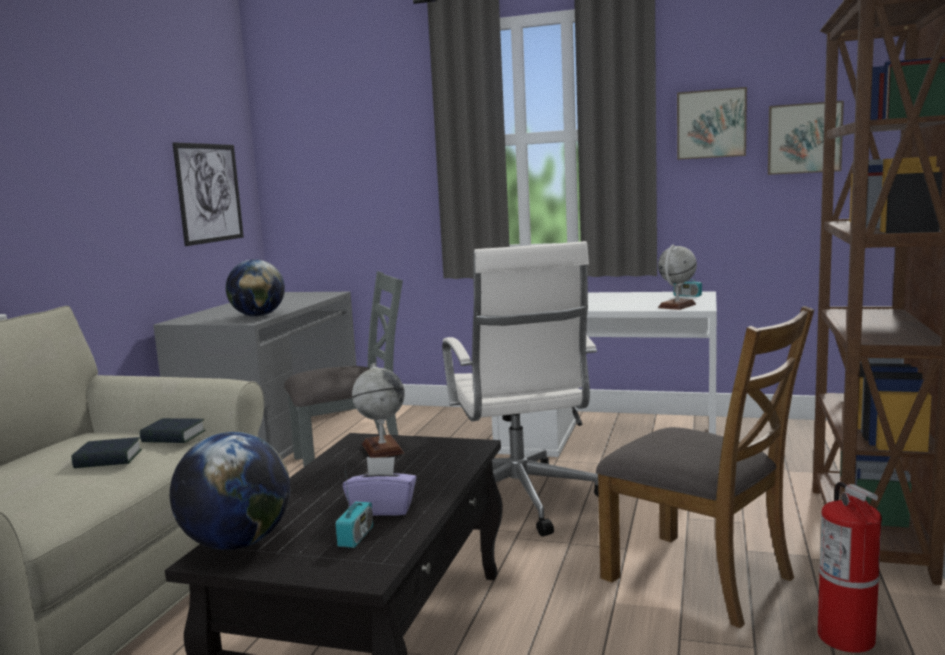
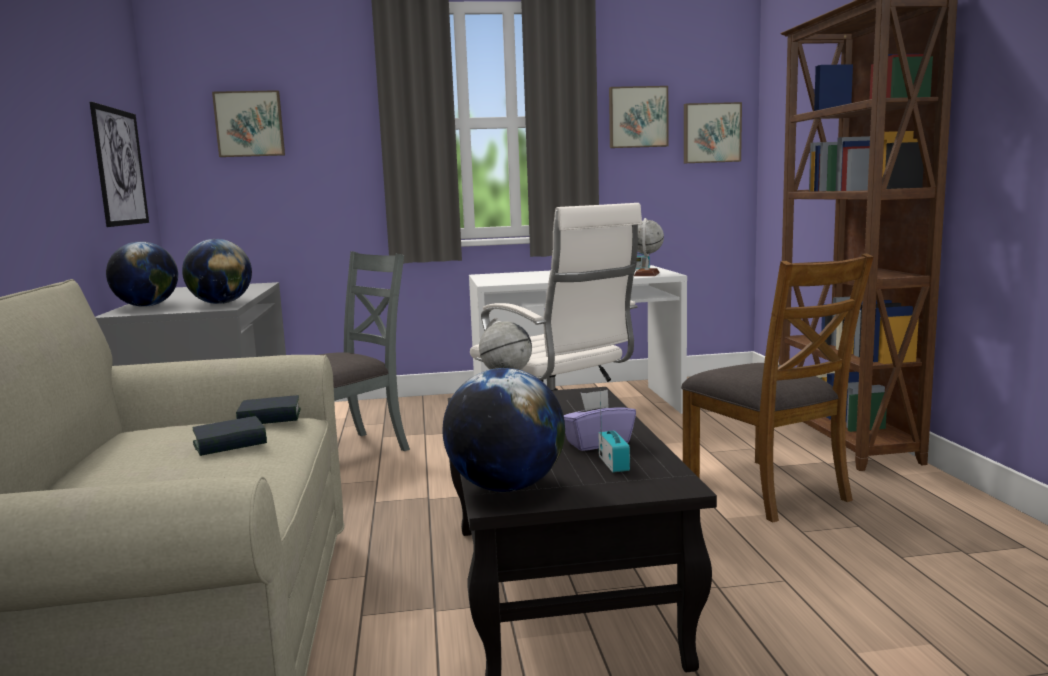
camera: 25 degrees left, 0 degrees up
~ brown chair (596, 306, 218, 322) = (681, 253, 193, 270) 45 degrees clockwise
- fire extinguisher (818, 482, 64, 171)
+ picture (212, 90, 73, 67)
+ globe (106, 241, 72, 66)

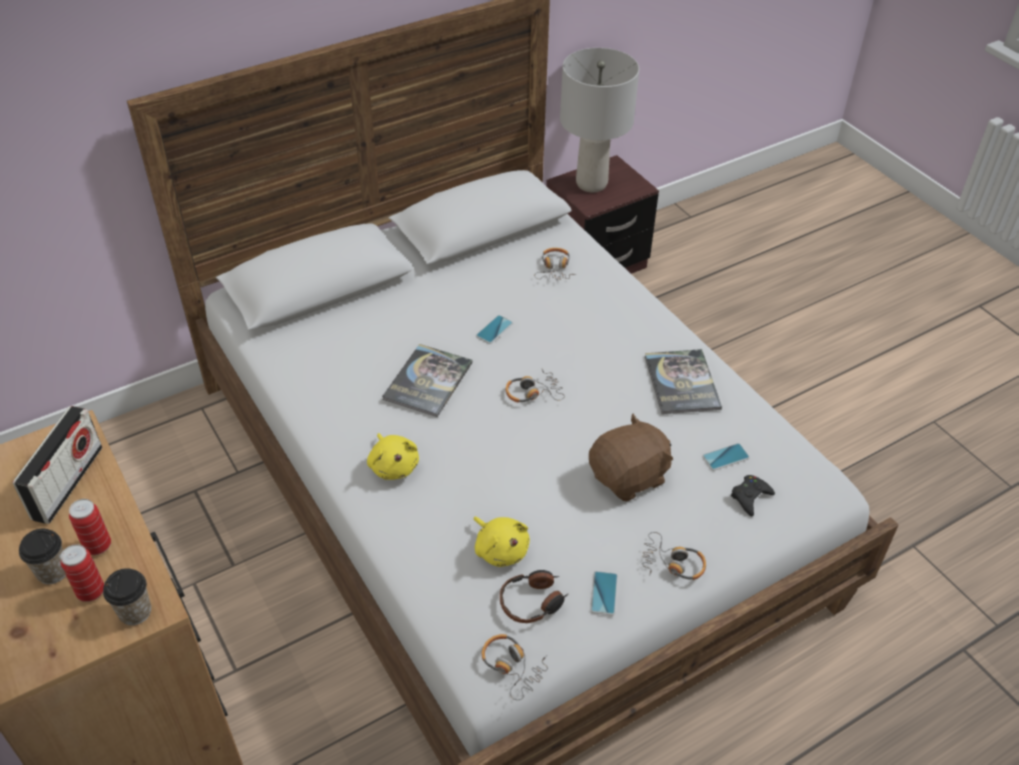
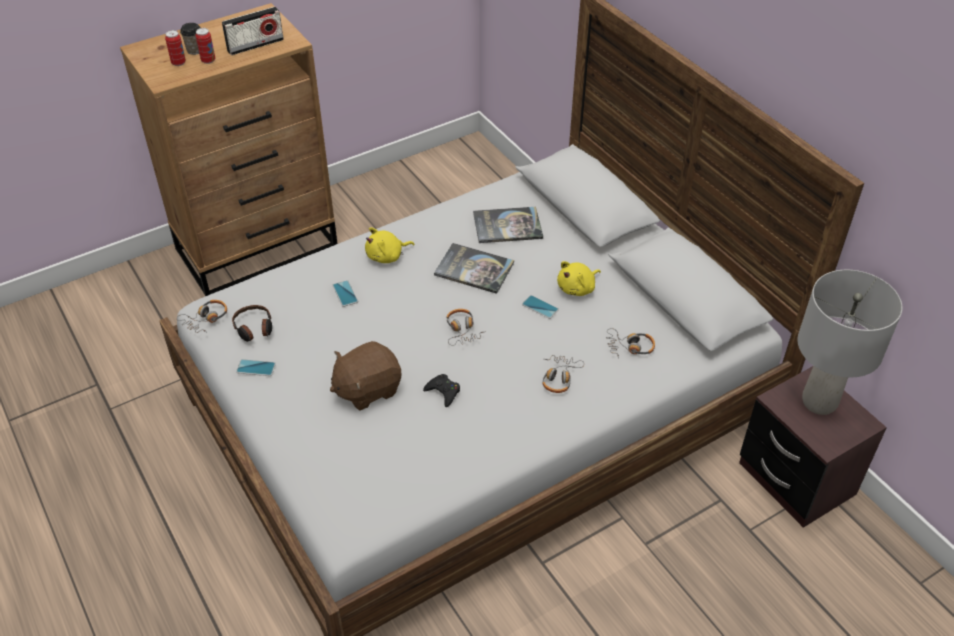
camera: 90 degrees right, 0 degrees up
~ book (645, 349, 77, 65) to (473, 207, 70, 36)
~ radio (12, 406, 90, 118) = (222, 7, 62, 48) 45 degrees counterclockwise
~ brown plush toy (589, 414, 84, 88) = (330, 341, 71, 69) 90 degrees clockwise
~ phone (702, 443, 48, 28) to (332, 280, 26, 27)
~ black game controller (731, 475, 44, 41) to (423, 374, 37, 33)
~ yellow plush toy (474, 516, 56, 51) to (557, 261, 44, 35)
~ headphones (642, 532, 64, 48) to (542, 355, 42, 38)
- cup (103, 568, 48, 57)

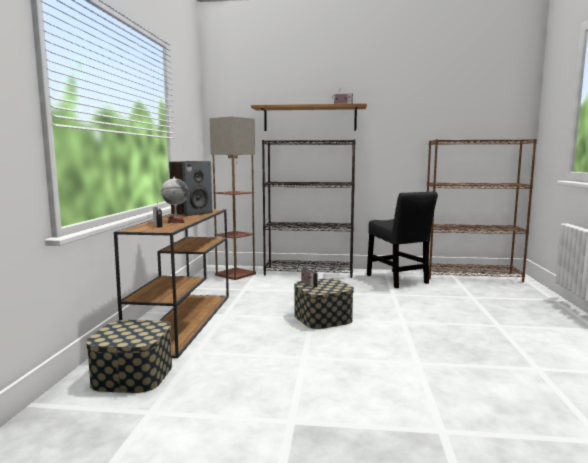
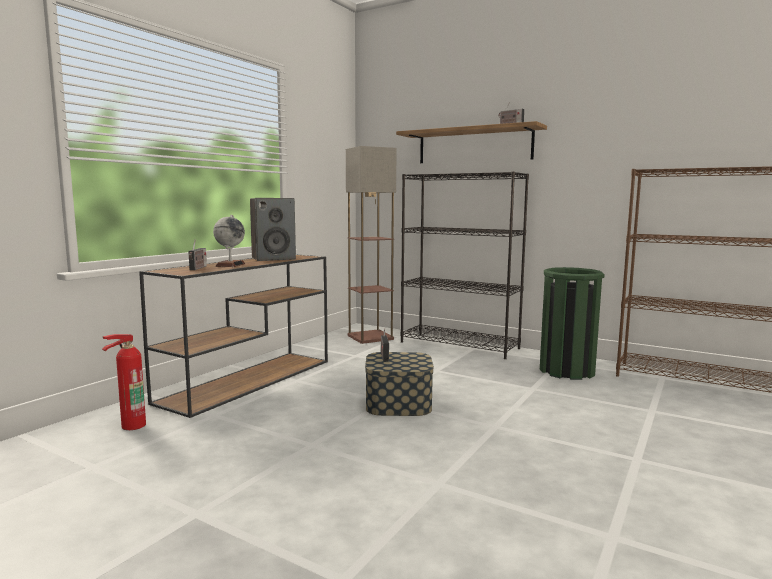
camera: 25 degrees right, 0 degrees up
~ black chair (367, 191, 71, 97) to green trash can (540, 267, 65, 113)
~ storage box (86, 320, 86, 73) to fire extinguisher (102, 334, 44, 96)

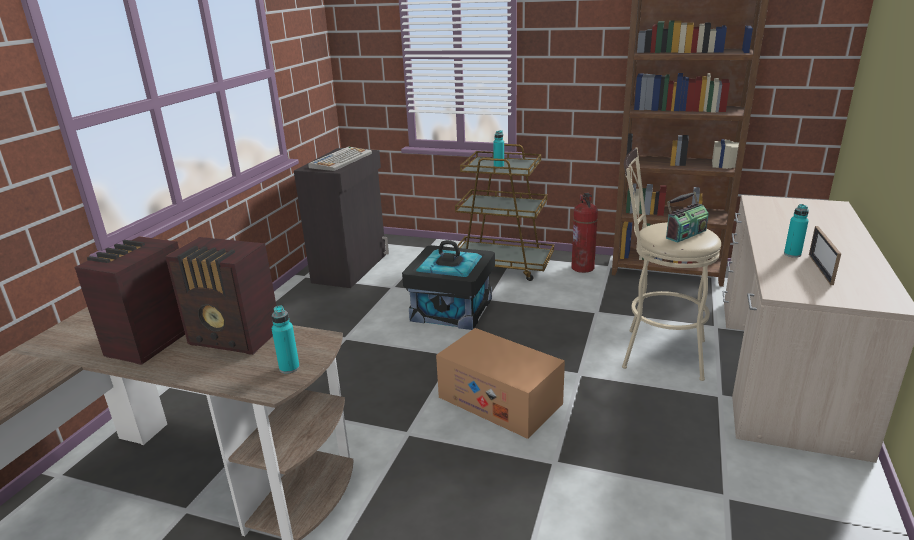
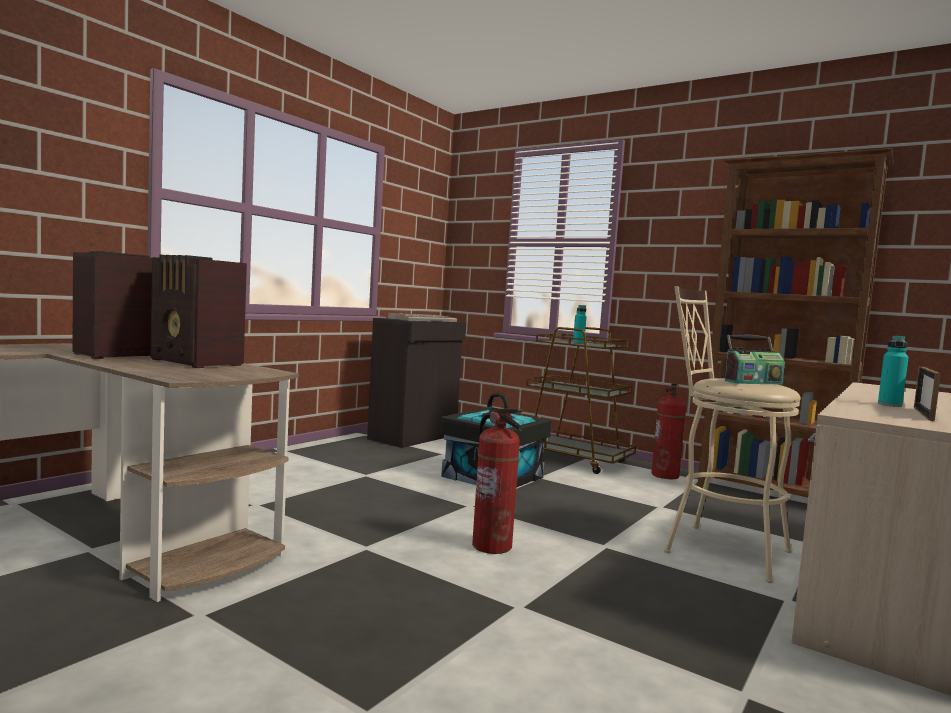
camera: 15 degrees right, 20 degrees down
- turquoise bottle (272, 306, 28, 68)
~ cardboard box (436, 328, 129, 111) to fire extinguisher (472, 408, 51, 146)

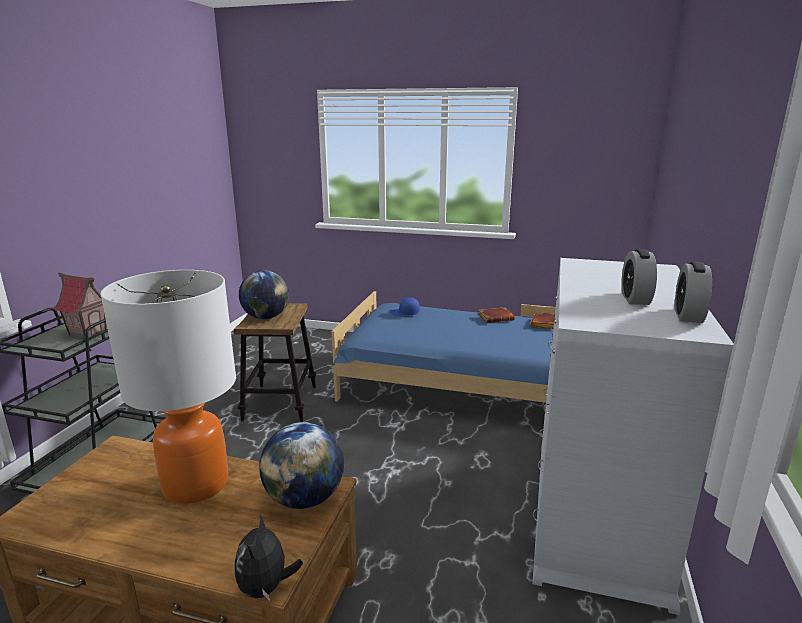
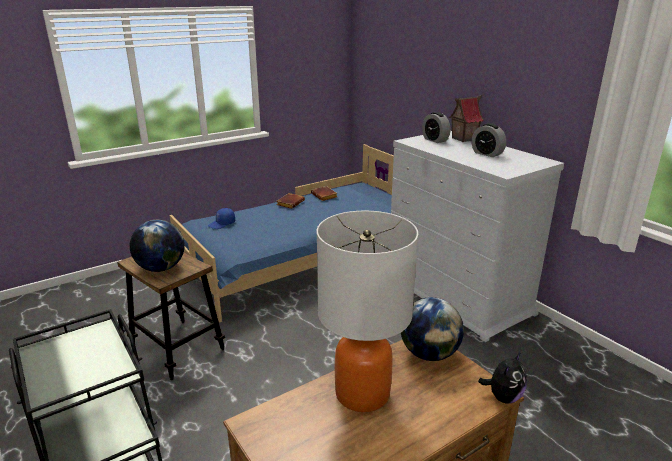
camera: 50 degrees left, 5 degrees up
~ alarm clock (675, 262, 37, 61) to (422, 112, 28, 31)
~ toy house (53, 273, 54, 65) to (449, 95, 35, 47)
~ plush toy (234, 515, 69, 86) = (478, 352, 49, 52) 90 degrees counterclockwise

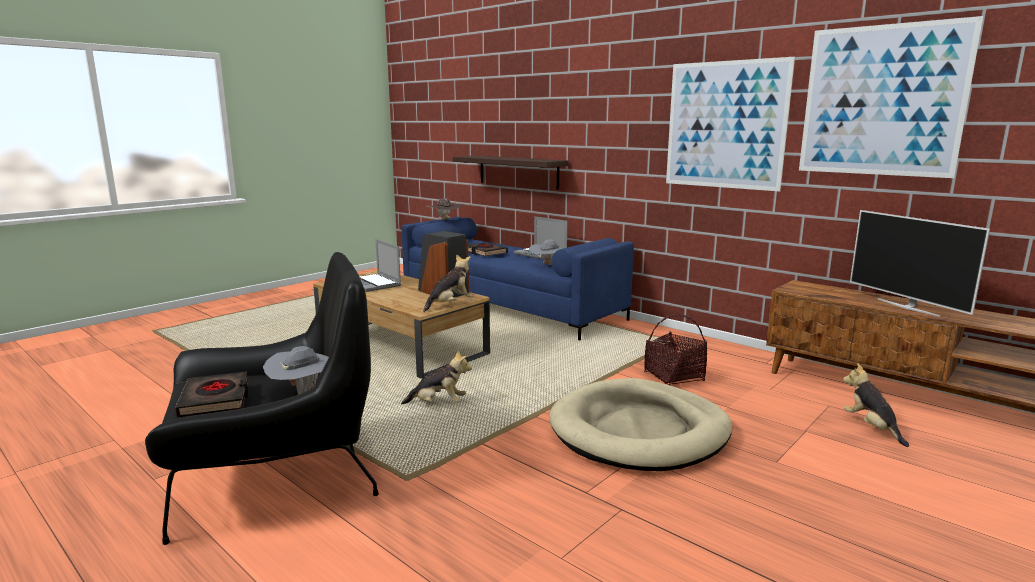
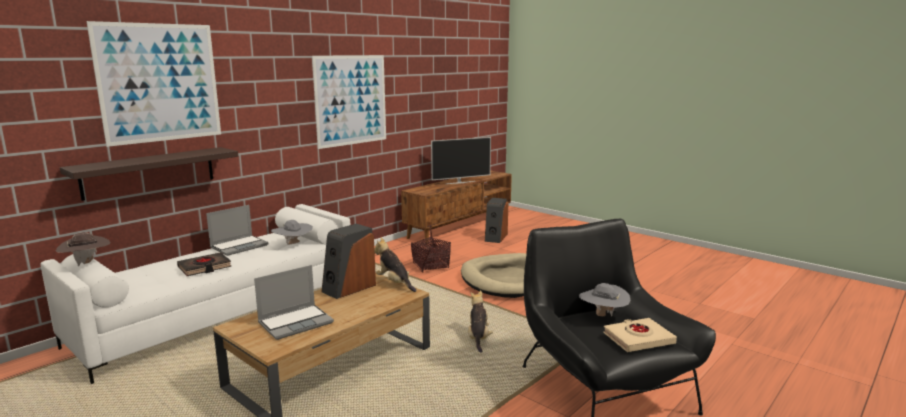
camera: 90 degrees left, 0 degrees up
~ picture (799, 16, 184, 162) to (86, 21, 135, 126)
~ blue sofa (401, 217, 233, 124) to white sofa (40, 204, 310, 180)
~ plush toy (843, 363, 66, 84) to speaker (485, 198, 23, 45)
~ black book (175, 371, 74, 46) to beige book (603, 318, 74, 34)

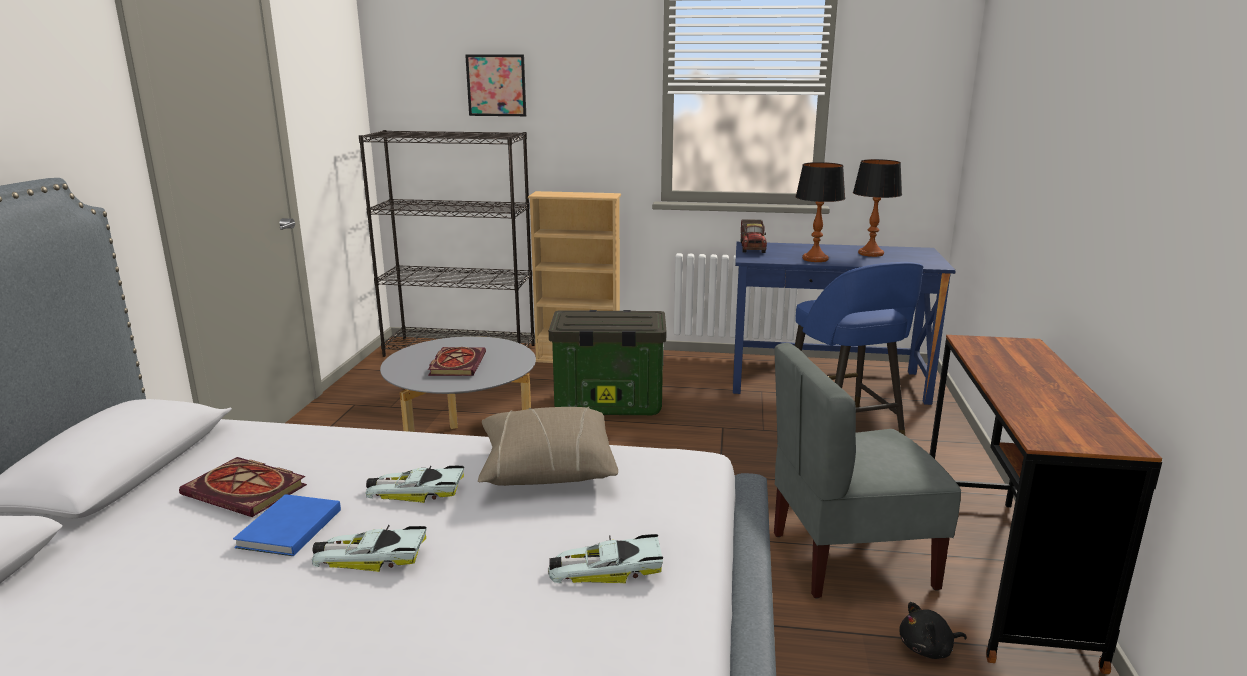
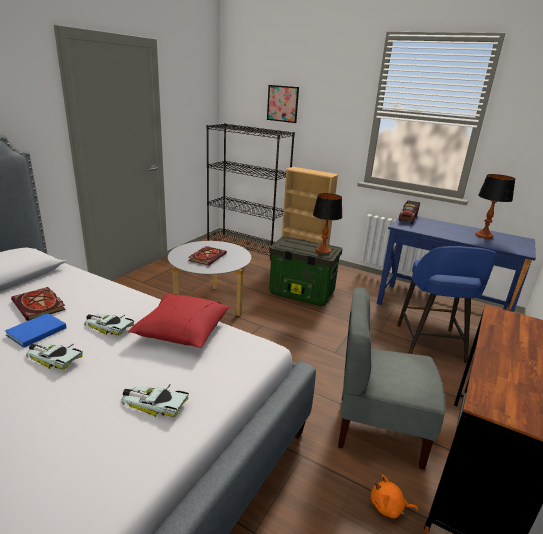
camera: 20 degrees right, 5 degrees up
~ table lamp (795, 162, 50, 100) to (313, 193, 29, 61)
~ beige pillow (478, 407, 140, 79) to red pillow (128, 294, 101, 54)
~ black plush toy (899, 602, 68, 57) to orange plush toy (371, 474, 47, 45)

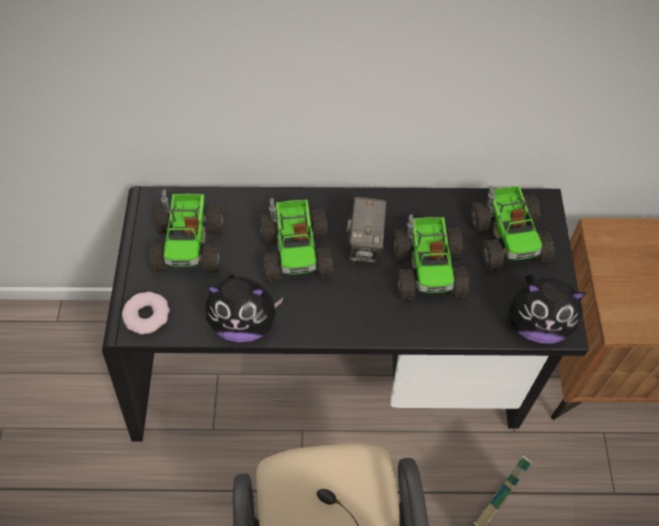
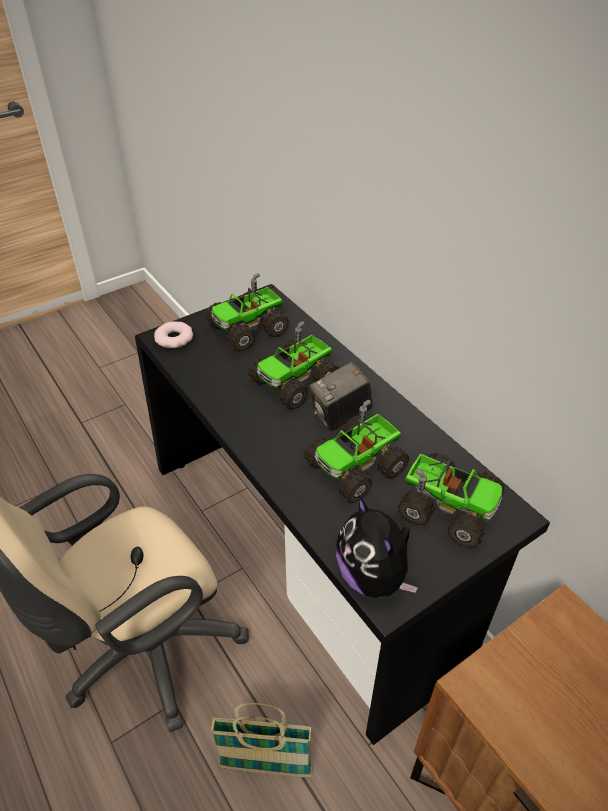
camera: 55 degrees right, 15 degrees down
~ toy truck (470, 185, 85, 85) = (398, 453, 107, 95) 105 degrees counterclockwise
- plush toy (205, 274, 78, 68)

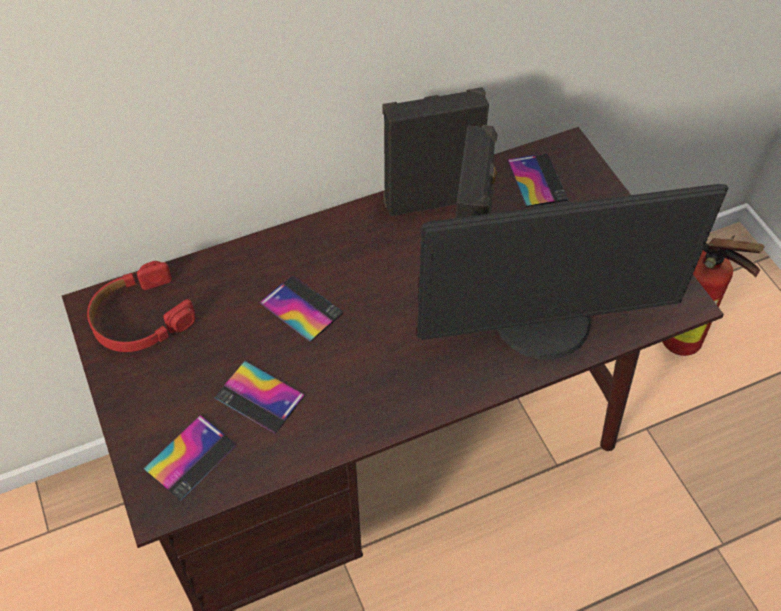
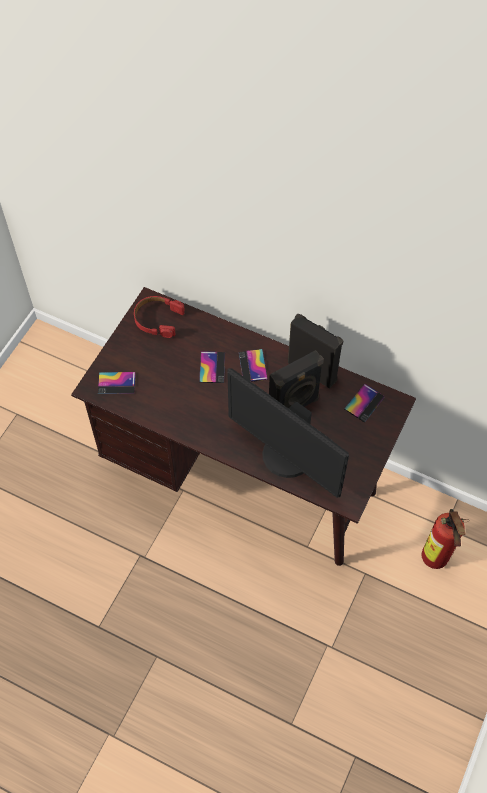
camera: 50 degrees right, 5 degrees up
~ phone (215, 361, 90, 73) to (239, 349, 29, 33)

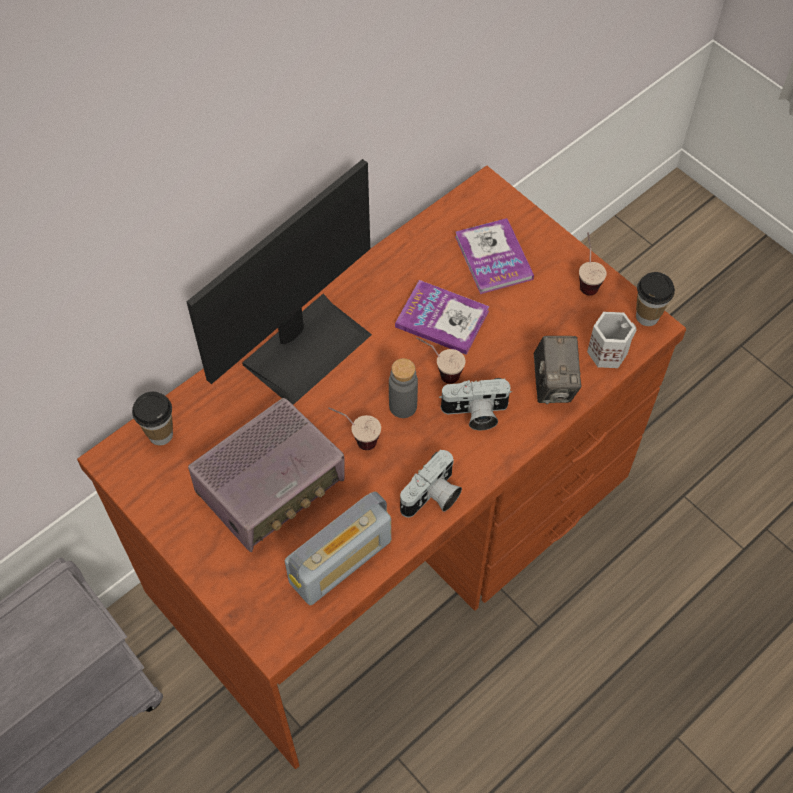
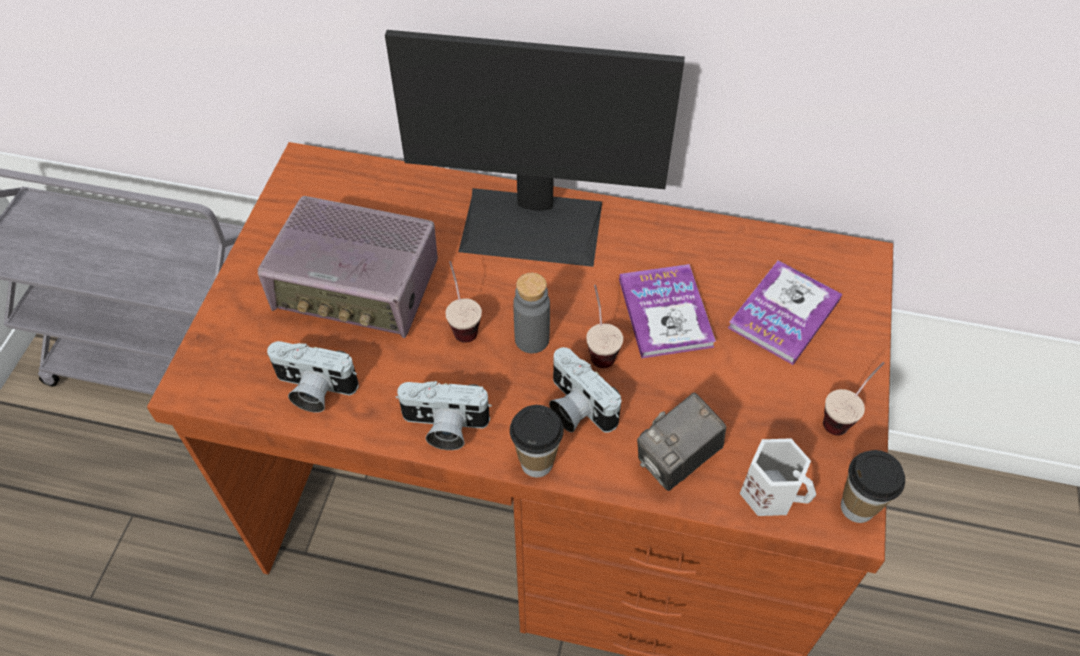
camera: 55 degrees right, 5 degrees down
~ cup (132, 392, 41, 53) to (510, 405, 54, 72)
~ radio (285, 491, 106, 114) to photo camera (267, 341, 92, 72)

